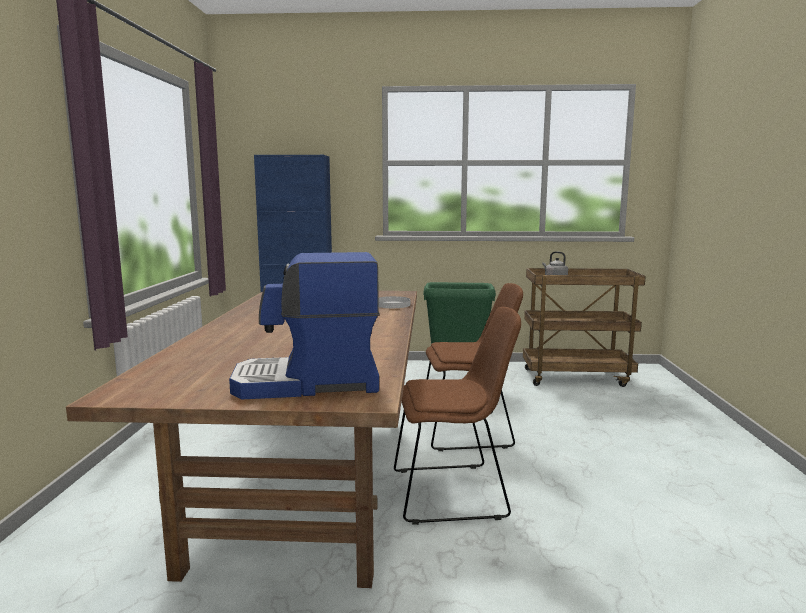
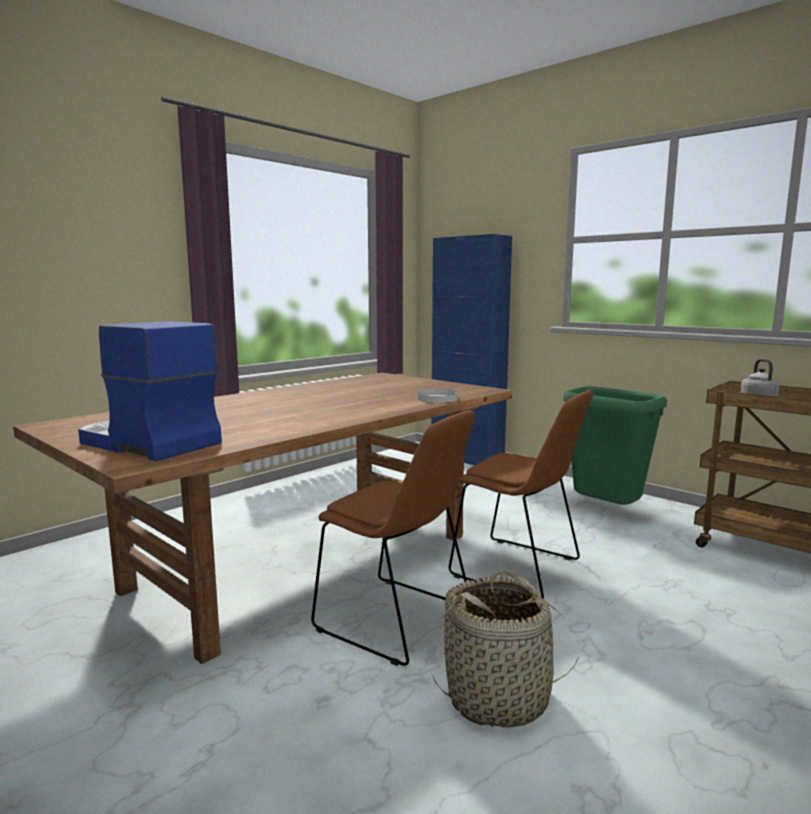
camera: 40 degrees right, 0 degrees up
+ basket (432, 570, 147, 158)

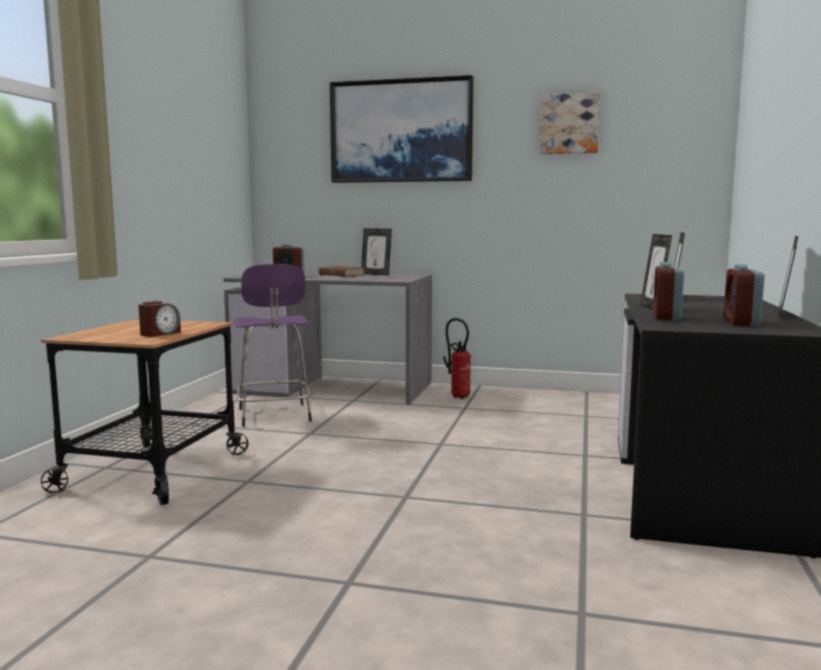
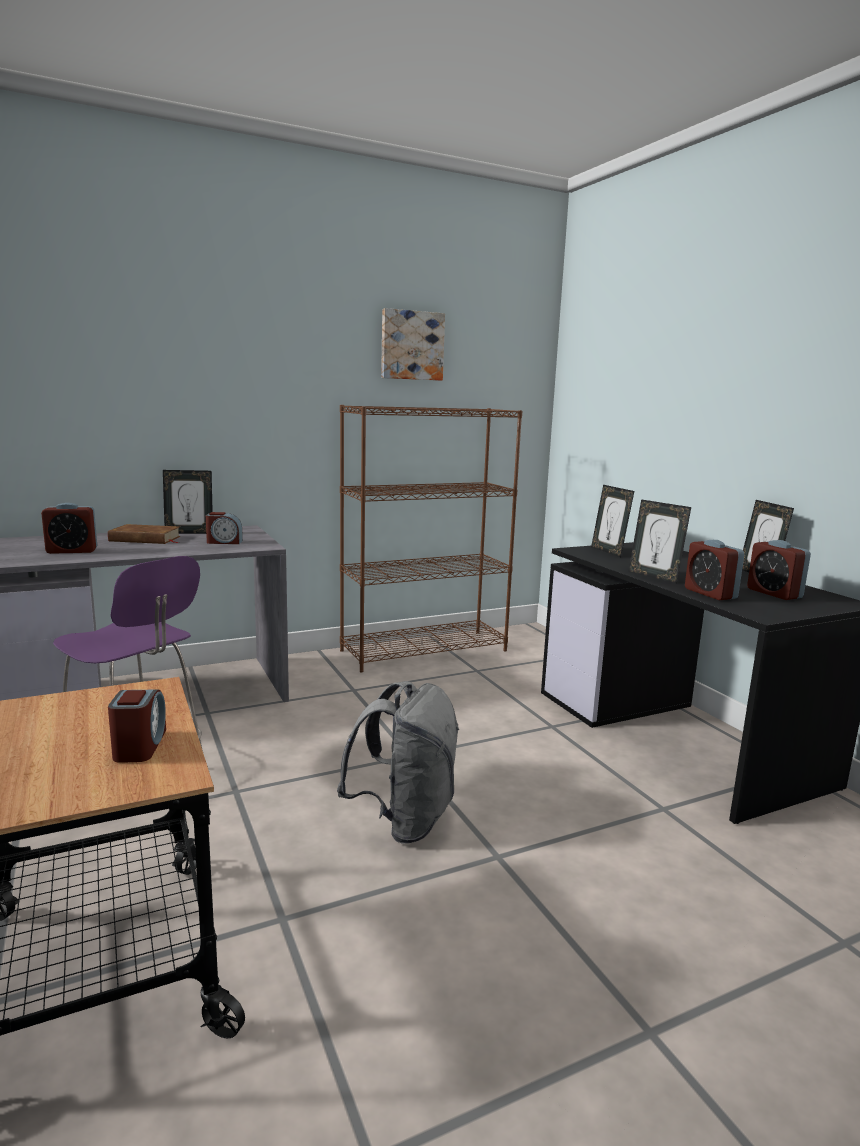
camera: 40 degrees left, 5 degrees up
- picture (330, 75, 143, 108)
- fire extinguisher (443, 318, 28, 81)
+ brown bookcase (340, 405, 182, 268)
+ alarm clock (206, 512, 37, 32)
+ grey backpack (337, 681, 122, 163)

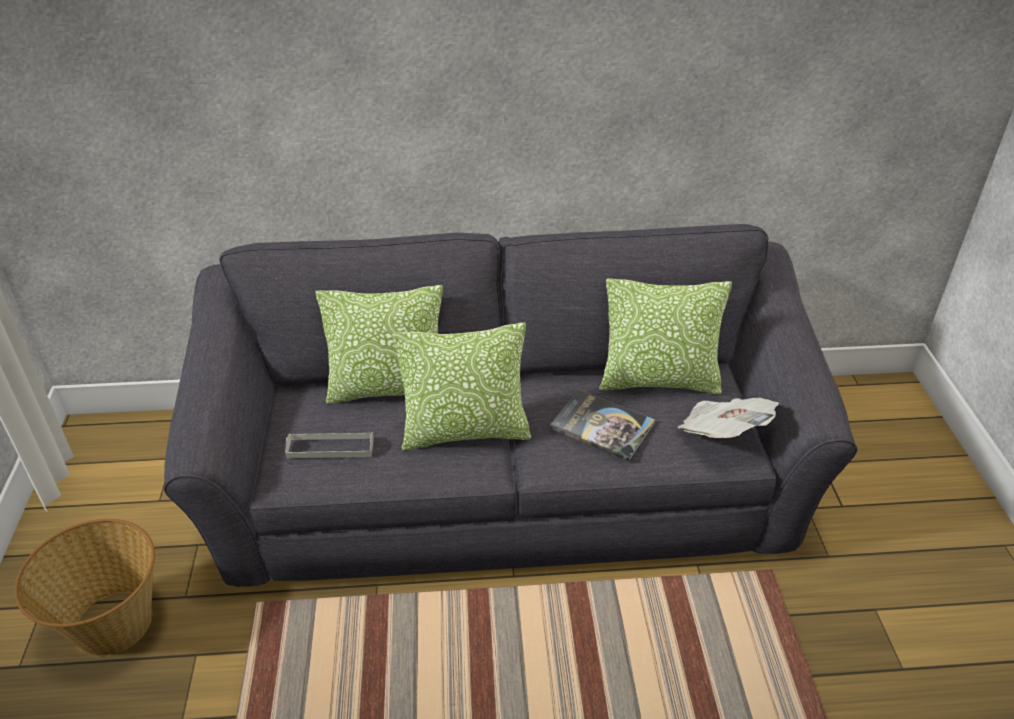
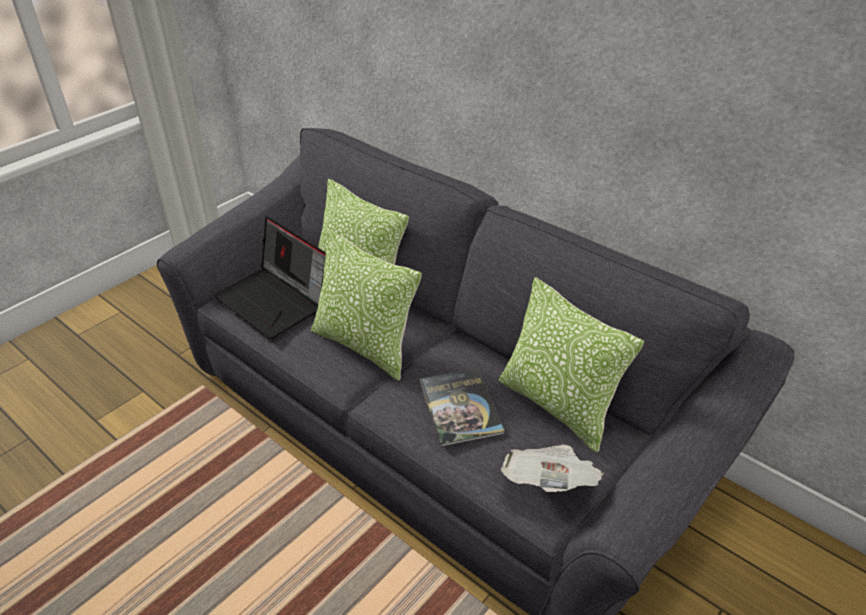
camera: 45 degrees right, 0 degrees up
~ grey tray (285, 432, 89, 26) to laptop (213, 216, 113, 123)
- basket (14, 519, 141, 137)

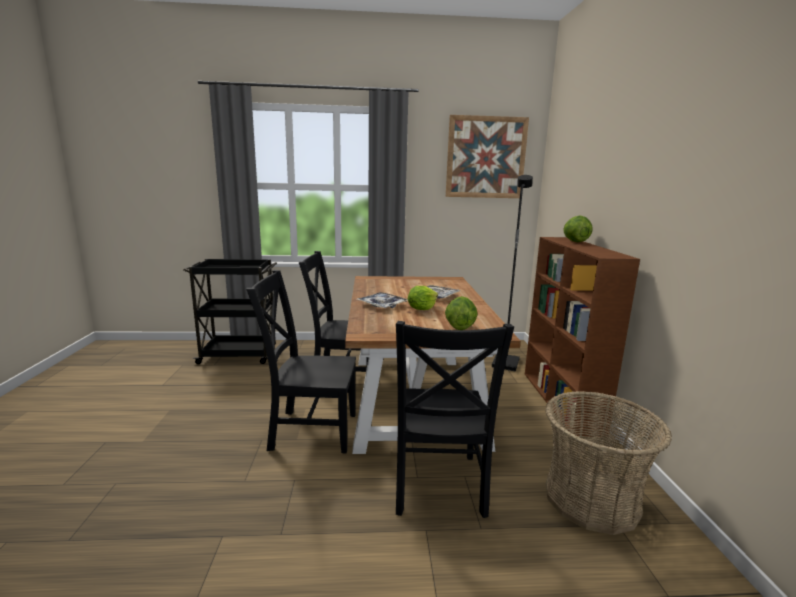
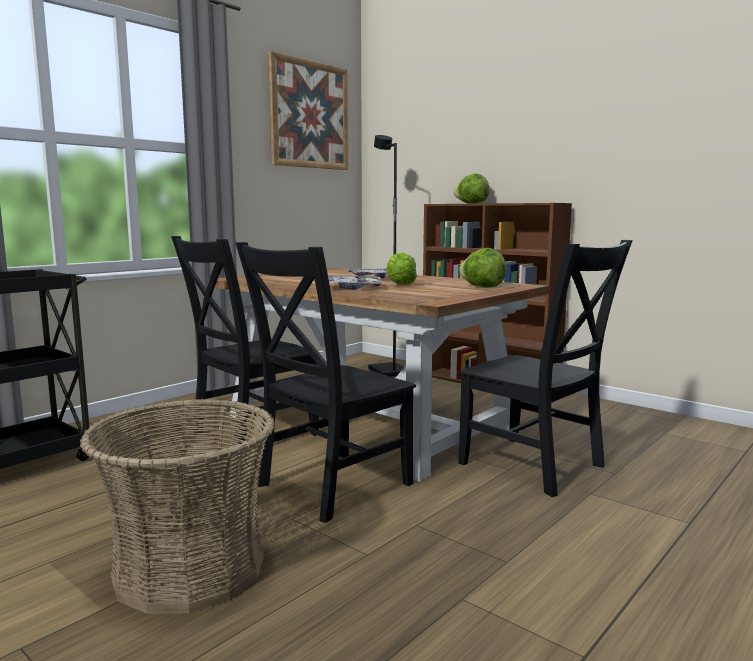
camera: 45 degrees left, 5 degrees down
~ basket (545, 391, 127, 144) to (80, 399, 195, 215)

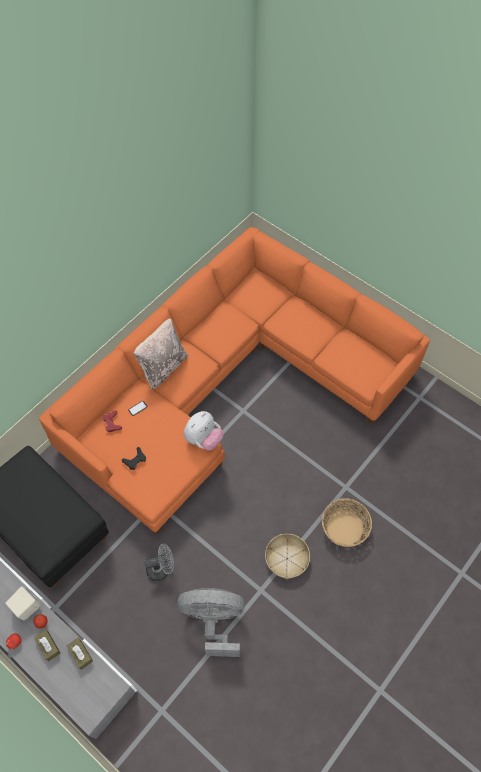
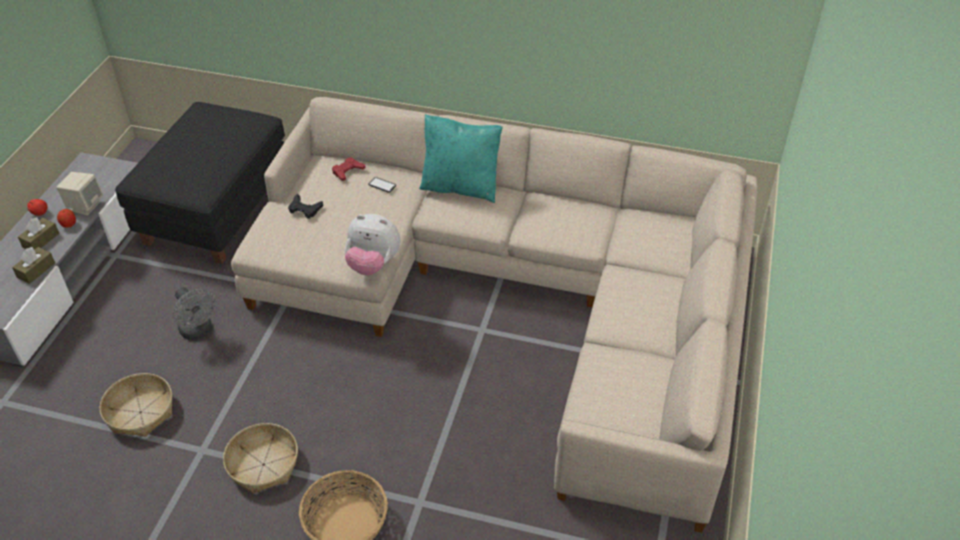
camera: 65 degrees right, 15 degrees down
~ orange sofa (39, 227, 391, 307) to beige sofa (231, 97, 527, 436)
~ beige pillow (134, 318, 55, 72) to turquoise pillow (419, 114, 84, 89)
~ grey fan (177, 588, 68, 69) to basket (100, 373, 72, 64)

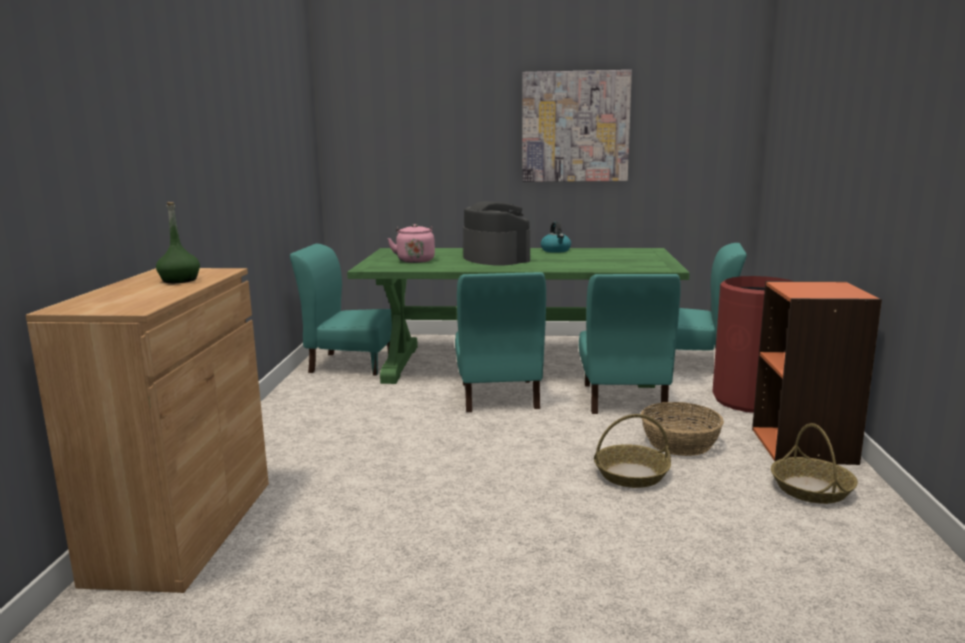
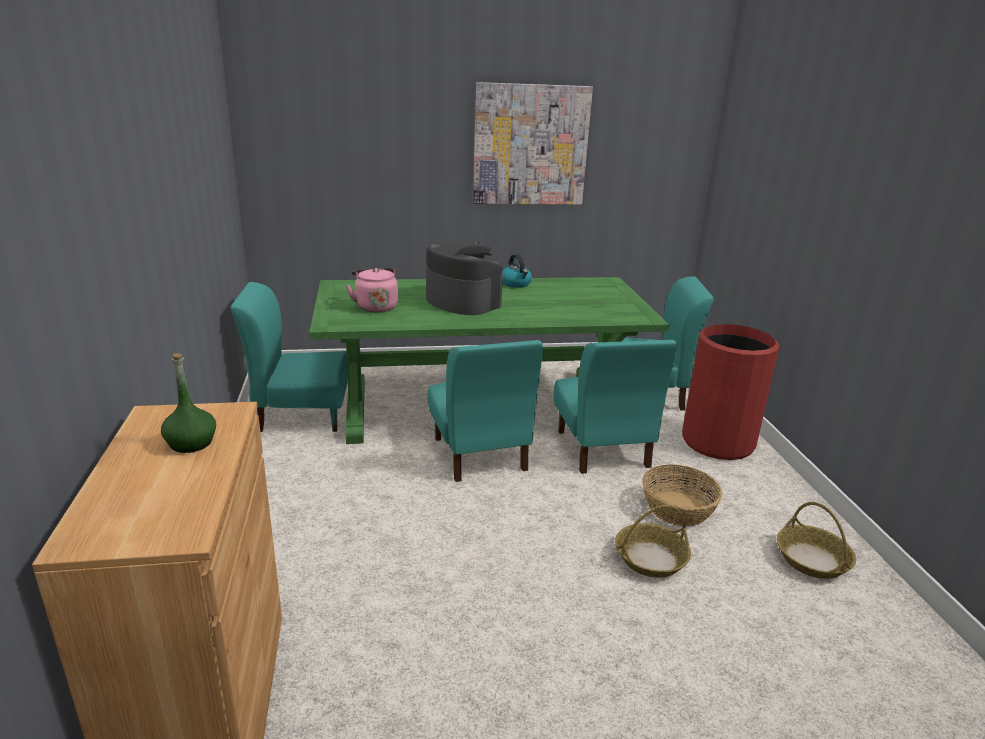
camera: 15 degrees left, 10 degrees up
- orange bookcase (752, 281, 130, 184)

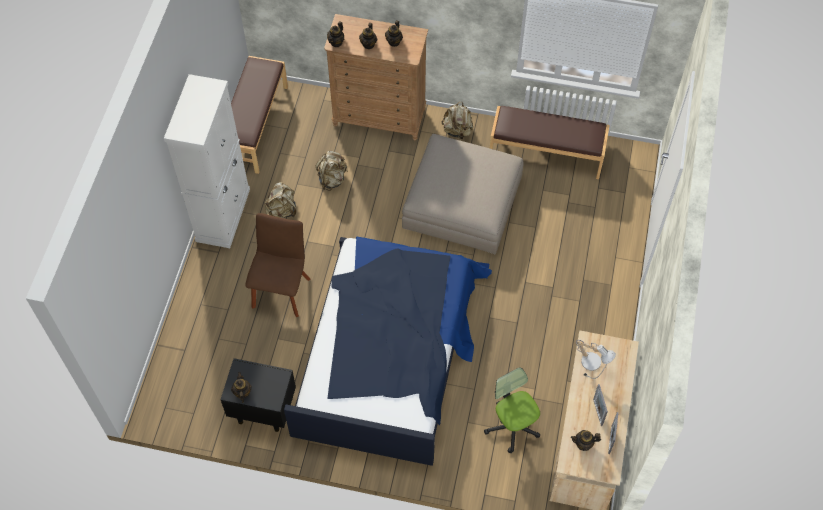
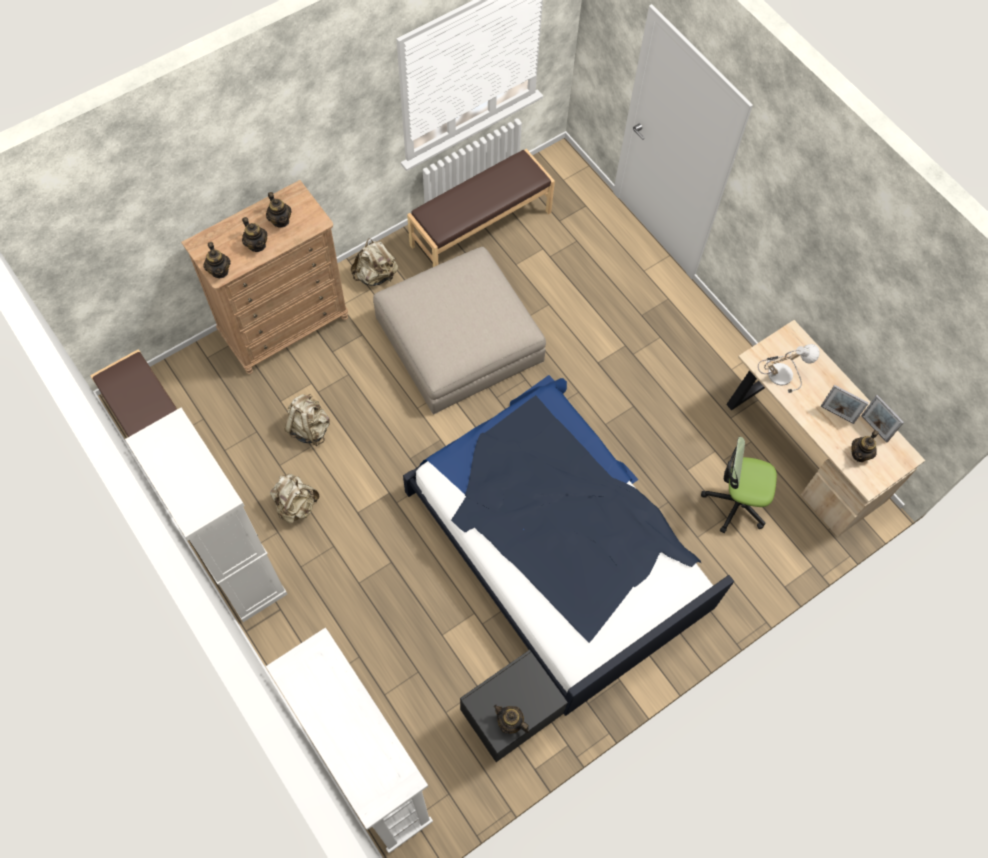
camera: 50 degrees left, 5 degrees up
- brown chair (245, 213, 66, 104)
+ white bookcase (266, 628, 167, 225)

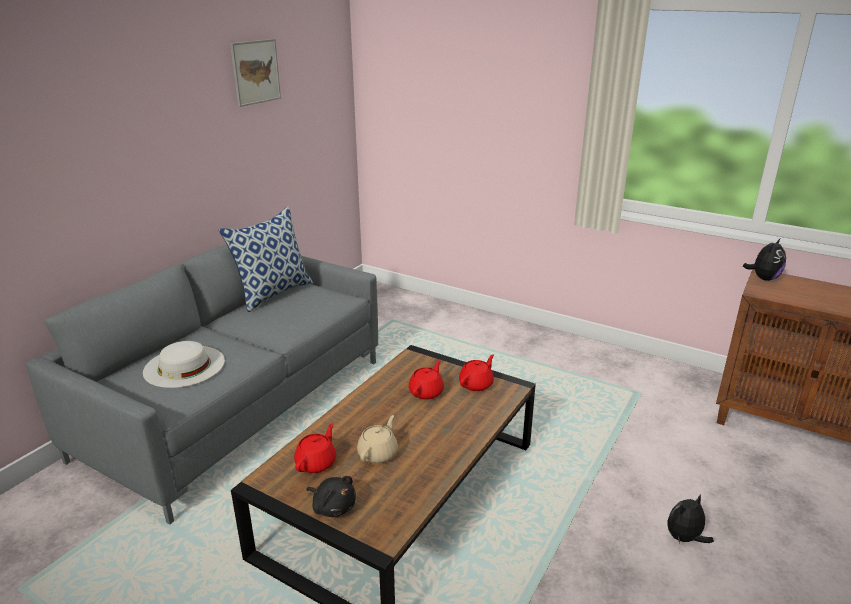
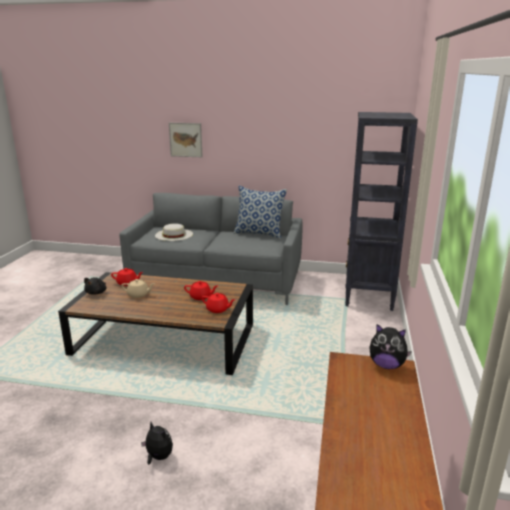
camera: 70 degrees right, 5 degrees down
~ picture (230, 39, 51, 68) to (169, 123, 33, 34)
+ black bookcase (345, 112, 73, 199)

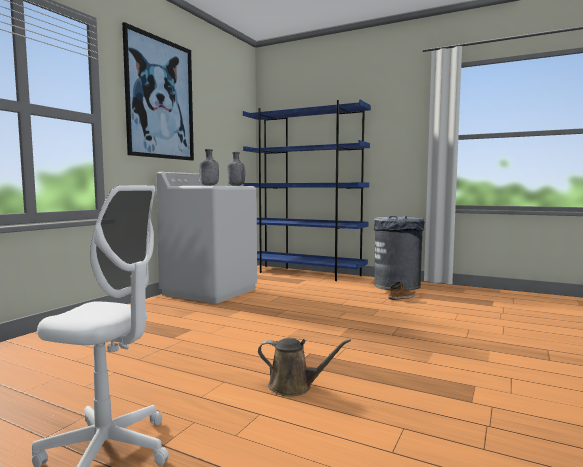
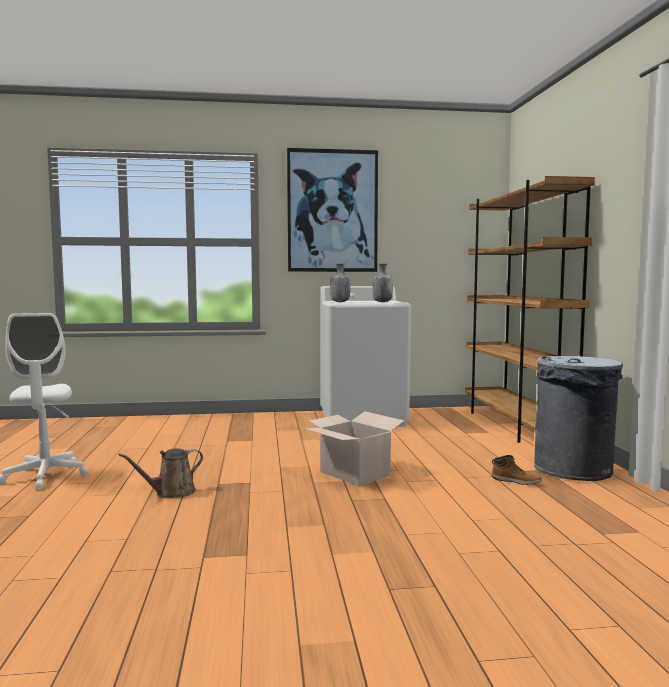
camera: 55 degrees right, 0 degrees up
~ blue bookcase (243, 99, 128, 182) to brown bookcase (465, 176, 130, 267)
~ brown watering can (258, 338, 93, 59) = (119, 448, 84, 50) 75 degrees clockwise
+ cardboard box (304, 411, 101, 75)

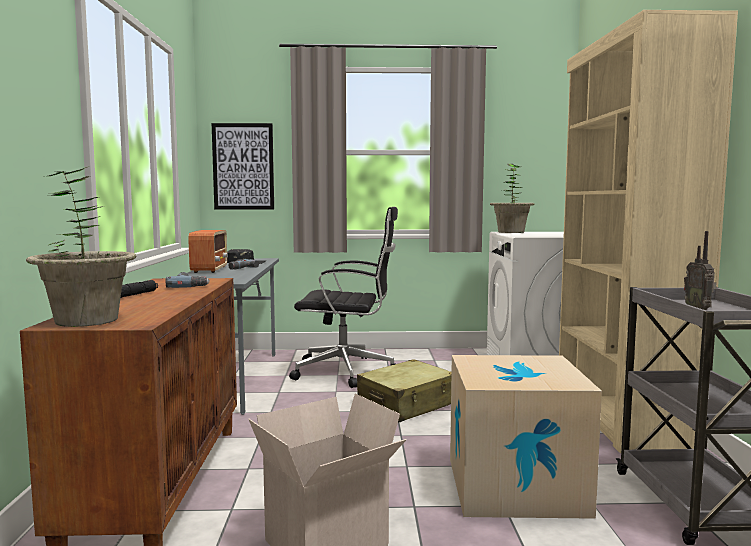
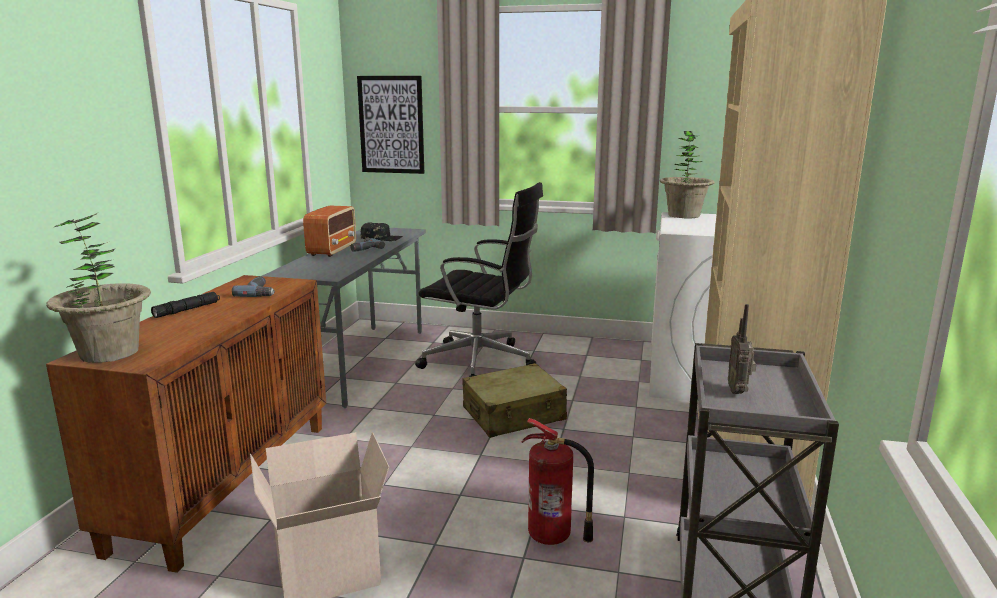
camera: 15 degrees right, 10 degrees up
~ cardboard box (450, 355, 152, 164) to fire extinguisher (522, 418, 72, 127)

